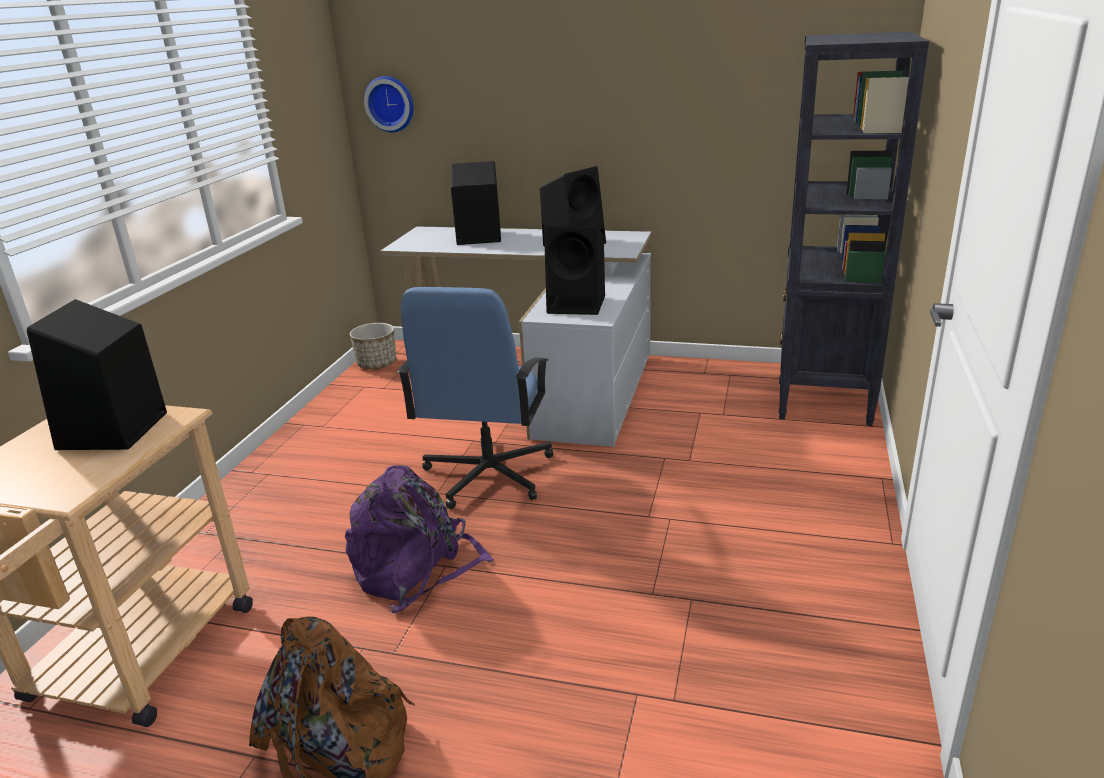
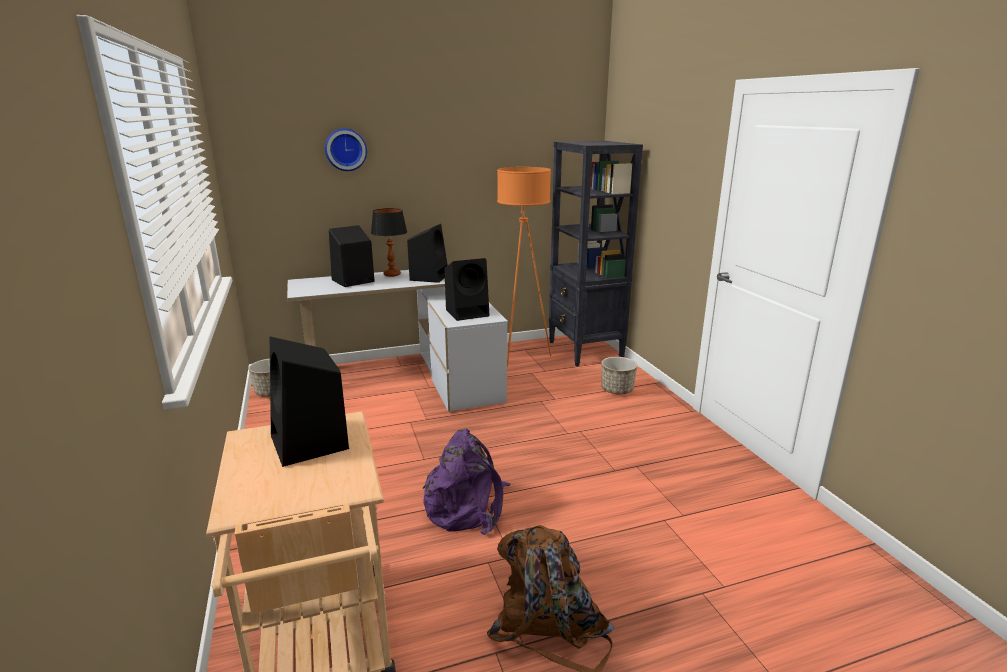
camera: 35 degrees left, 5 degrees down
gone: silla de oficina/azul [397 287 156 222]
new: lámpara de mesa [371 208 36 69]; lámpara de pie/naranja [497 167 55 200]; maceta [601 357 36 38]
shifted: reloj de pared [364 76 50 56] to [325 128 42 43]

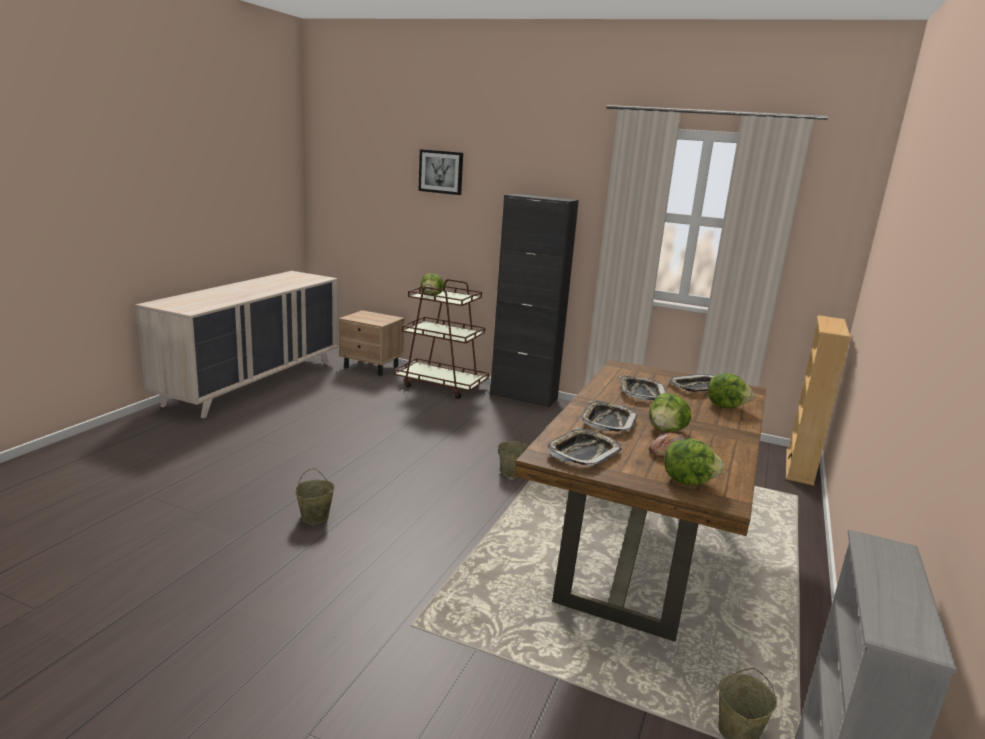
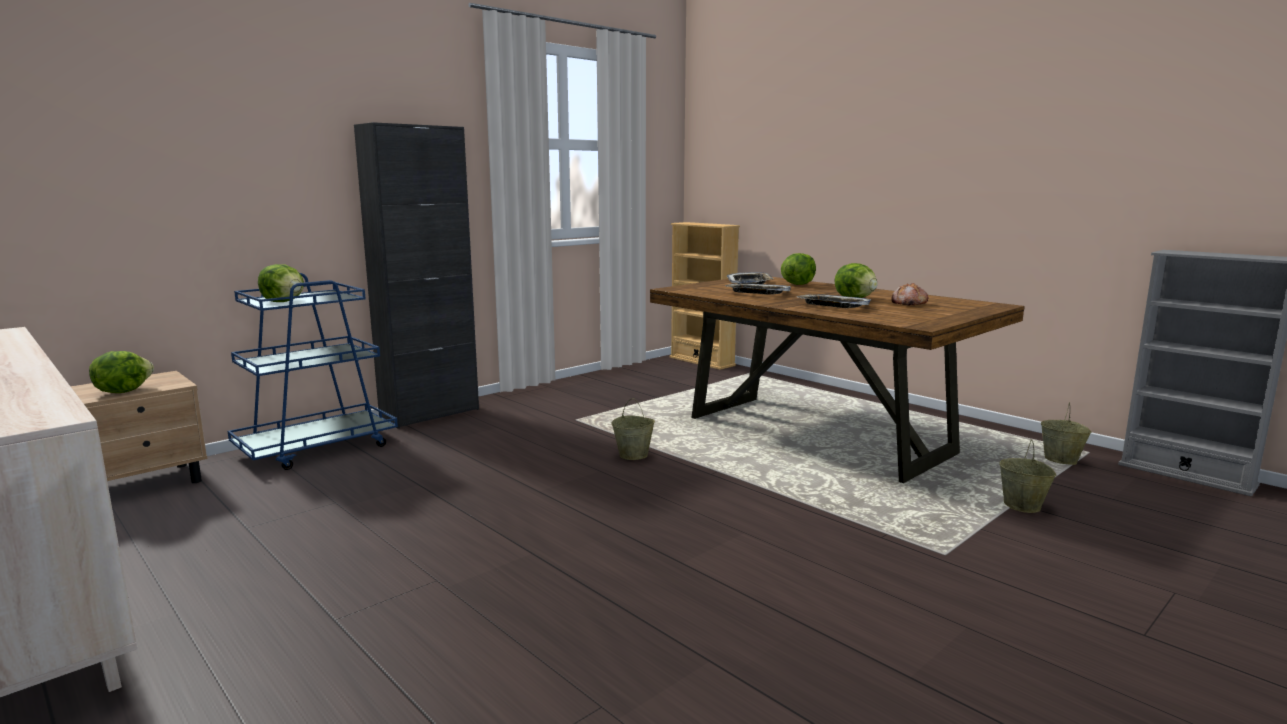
camera: 65 degrees left, 5 degrees down
gone: cuadro [418 149 45 46]; bandeja [547 428 74 38]
shifted: lechuga [664 438 60 47] to [89 351 65 42]; cubo/beis [295 468 40 56] to [999 439 58 74]
repainted: carrito/marrón [394 279 95 120] to carrito/azul [227 273 171 197]

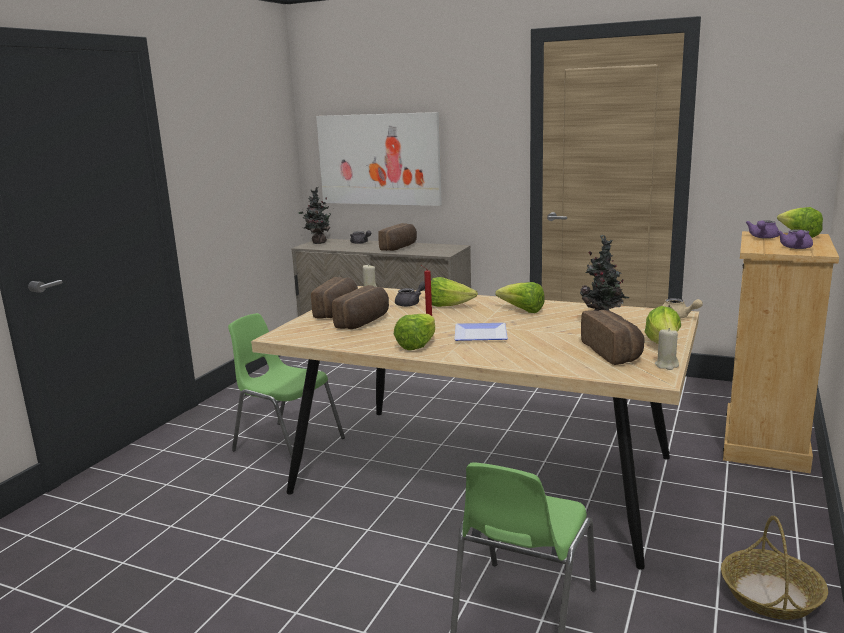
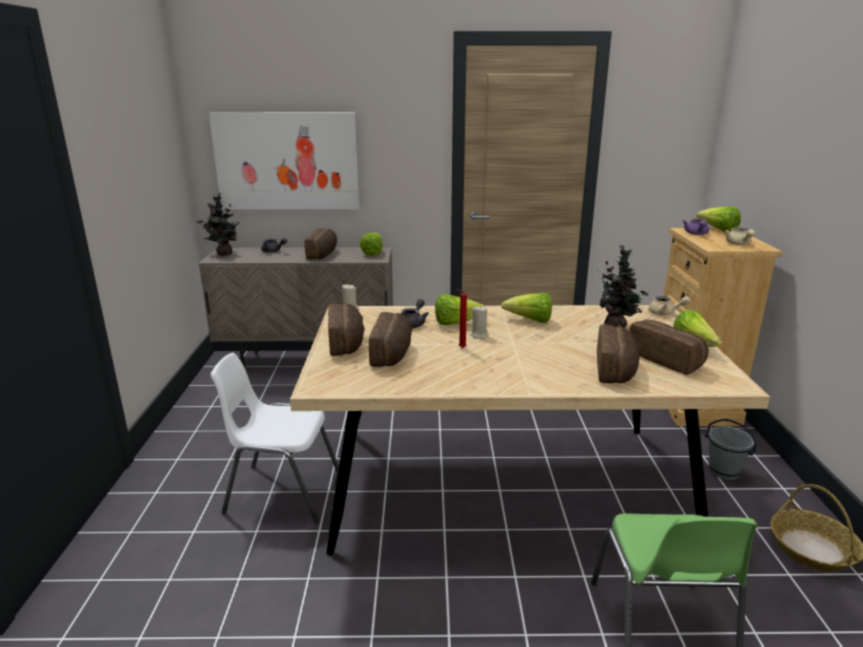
camera: 25 degrees left, 5 degrees up
gone: plato [454 323 54 18]
new: pan [597 324 42 59]; cubo/gris [705 419 52 61]
shifted: lechuga [394 314 41 36] to [360 232 22 24]; vela/beis [655 328 24 42] to [470 305 19 34]
repainted: silla/verde [228 313 117 144] to silla/blanco [211 353 128 170]; tetera/morado [777 229 36 20] to tetera/beis [725 228 30 17]

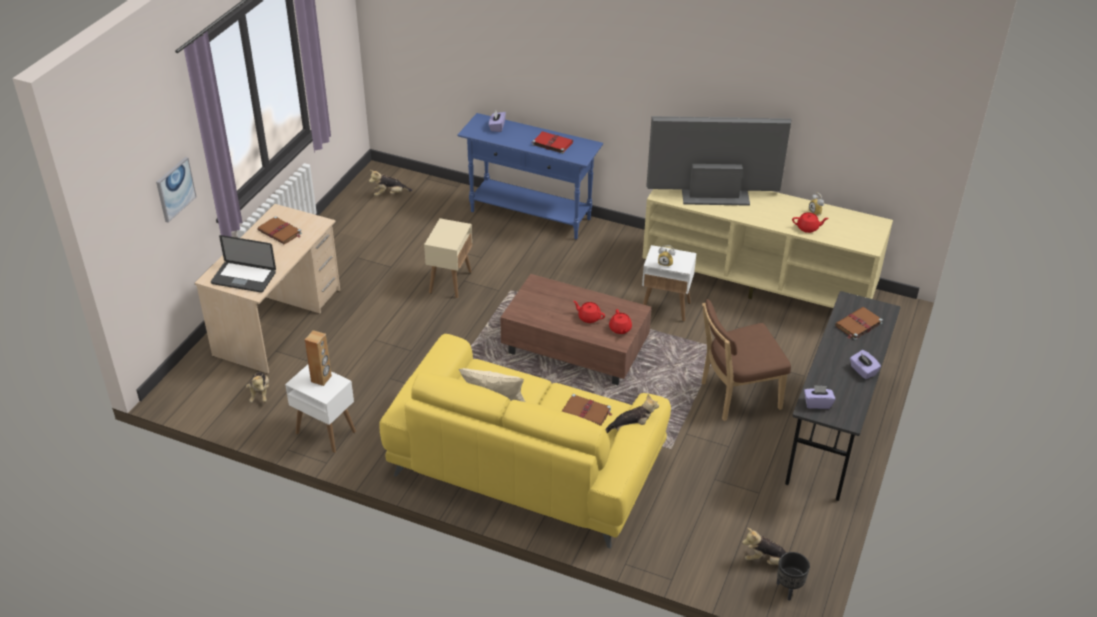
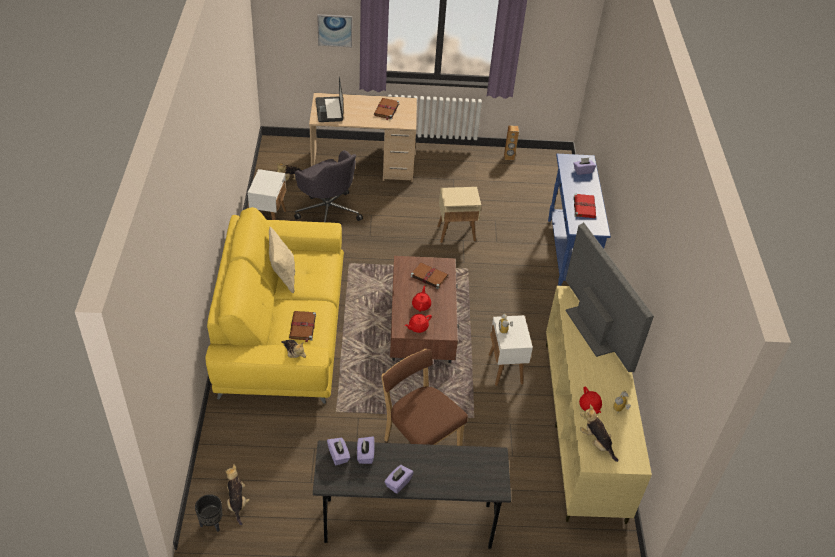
camera: 65 degrees right, 5 degrees up
new: silla de oficina/gris [294 150 69 72]; caja de pañuelos/morado [357 437 18 27]
shifted: libro/marrón [835 307 48 33] to [410 263 38 26]; altavoz/marrón [305 330 27 56] to [504 125 15 35]; peluche [369 170 43 26] to [580 405 38 57]

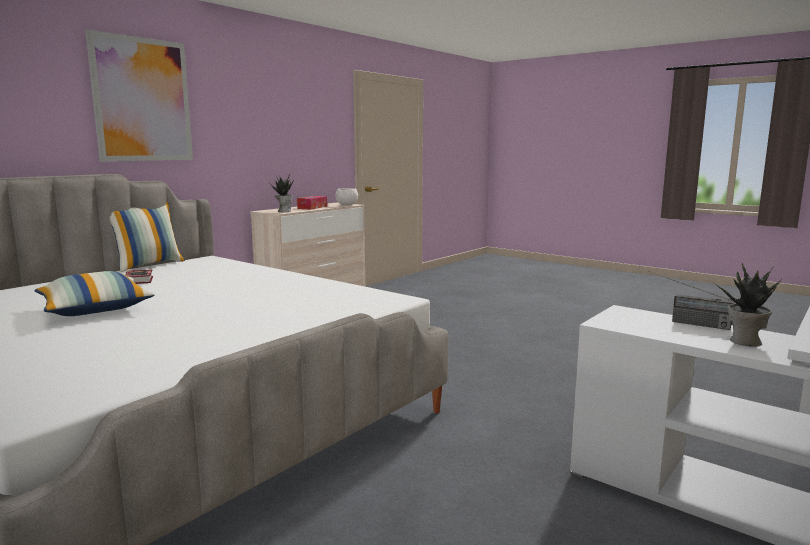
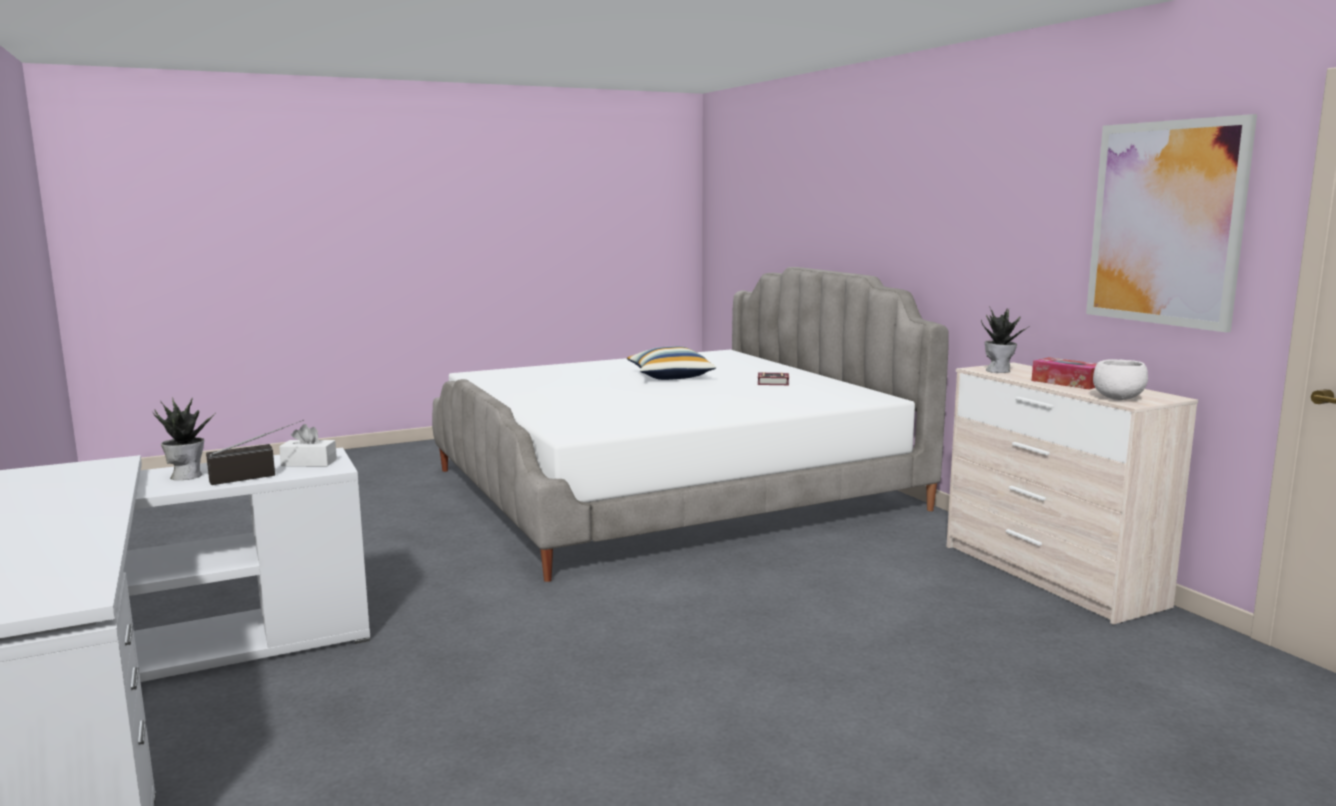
camera: 115 degrees right, 0 degrees up
gone: cojín [110 202 75 70]
new: caja de pañuelos/blanco [279 424 58 42]
shifted: cuadro [85 30 108 132] to [1086 114 171 219]

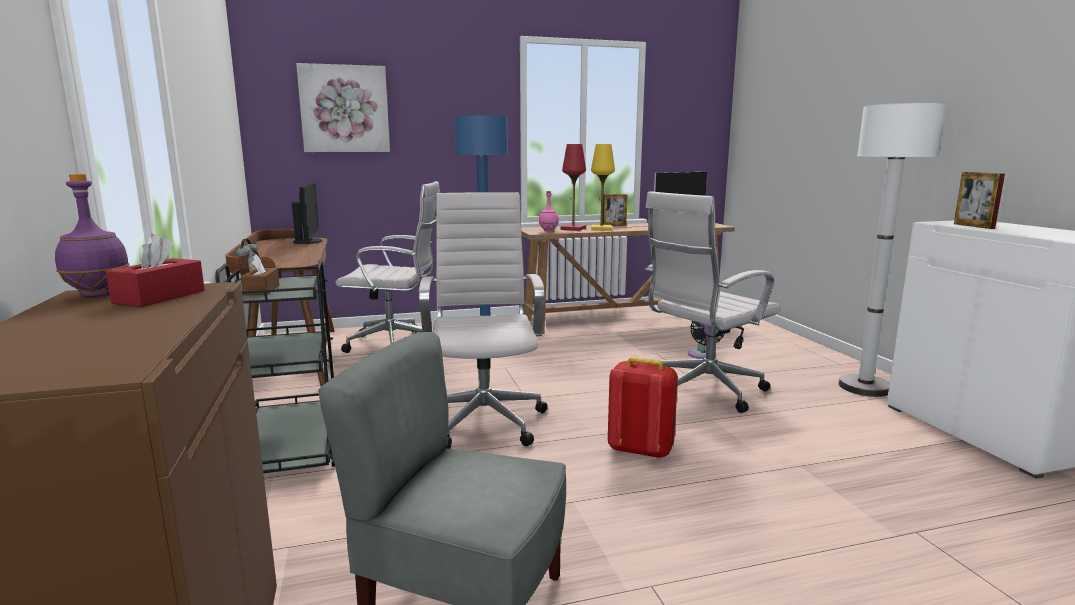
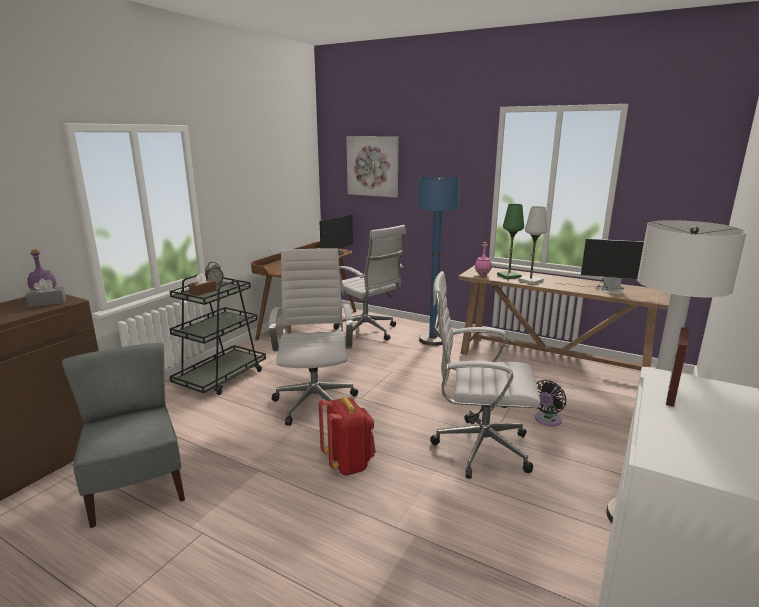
camera: 45 degrees right, 5 degrees up
gone: portarretratos [603 194 24 32]
repainted: caja de pañuelos/rojo [106 234 99 73] to caja de pañuelos/gris [26 278 40 29]; lámpara de mesa/rojo [560 144 26 87] to lámpara de mesa/verde [497 204 27 75]; lámpara de mesa/amarillo [591 144 24 87] to lámpara de mesa/blanco [518 206 29 79]
rotated: silla de oficina/blanco [419 192 129 257] = [269 248 89 178] 45 degrees counterclockwise

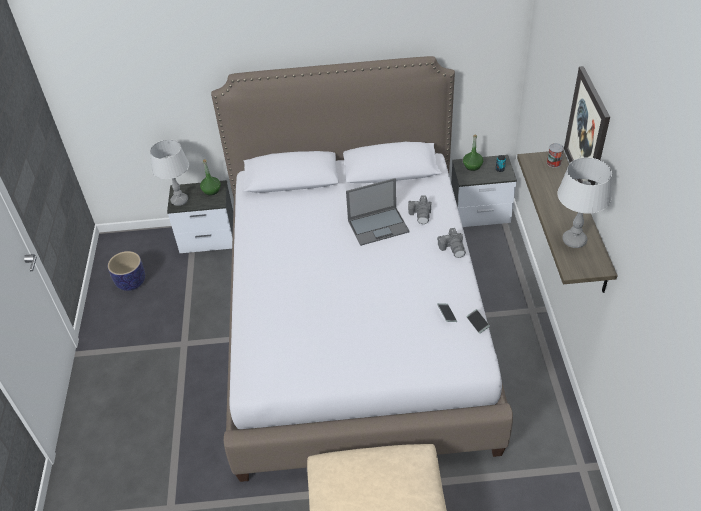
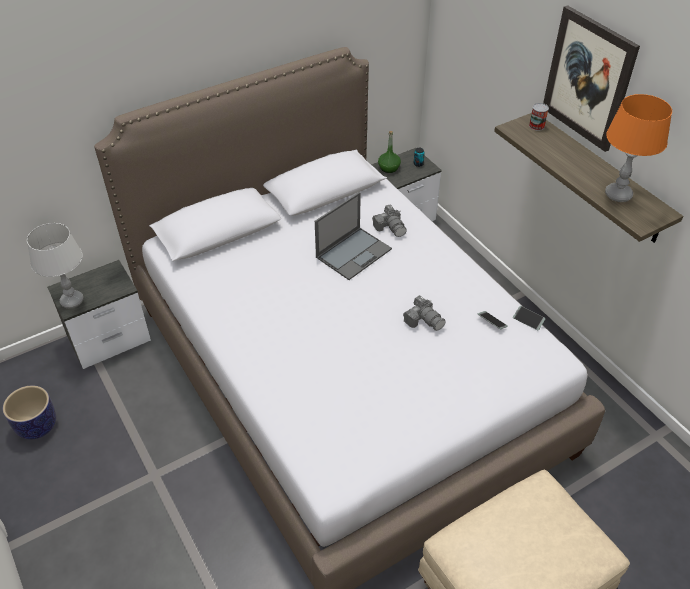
camera: 30 degrees left, 0 degrees up
gone: botella/verde [200 159 21 37]
shifted: cámara [437 228 29 30] to [403 295 43 36]
repainted: lámpara de mesa/gris [557 157 55 91] to lámpara de mesa/naranja [605 94 67 108]

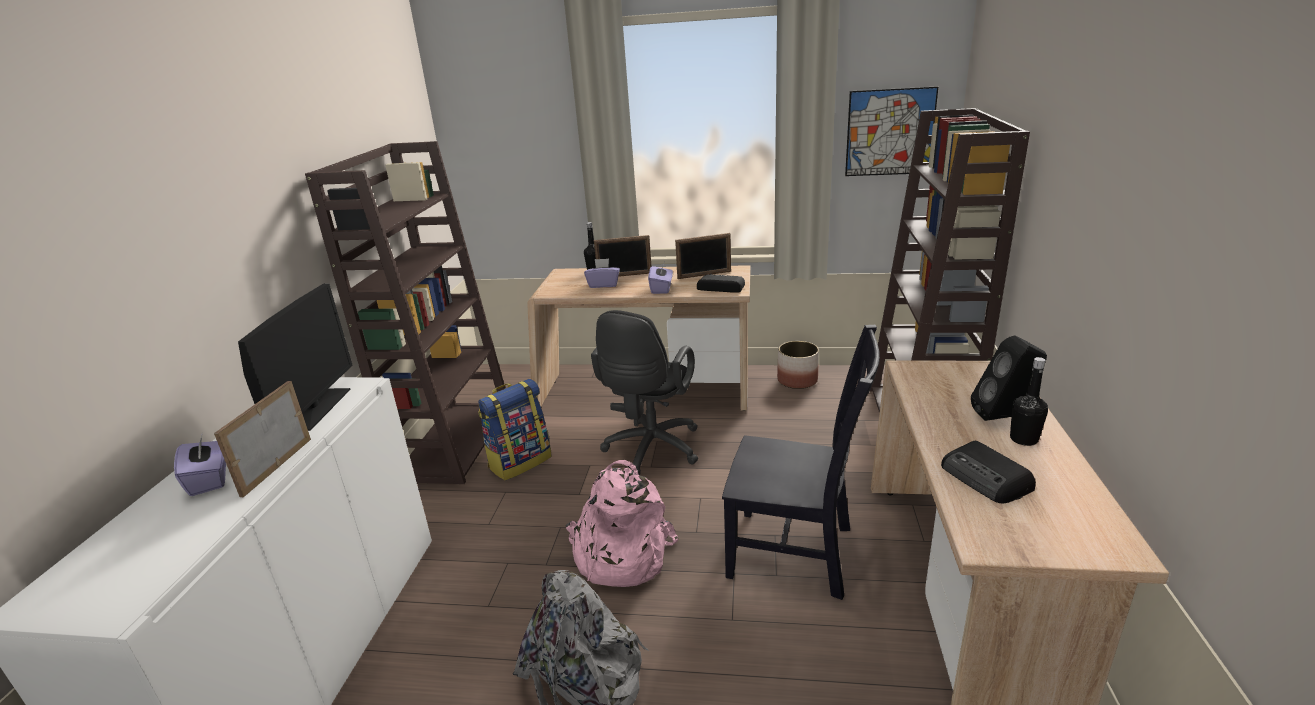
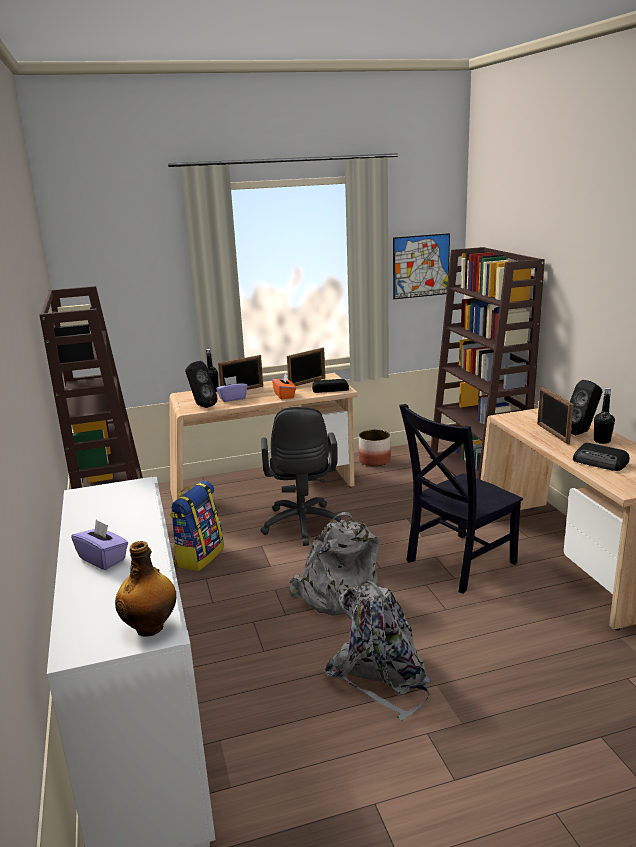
camera: 25 degrees left, 5 degrees down
gone: monitor [238 283 115 148]
new: botella [115 541 61 96]; altavoz/negro [185 361 33 47]
shifted: portarretratos [214 381 97 116] to [537 387 37 57]
repainted: caja de pañuelos/morado [648 264 25 30] to caja de pañuelos/naranja [272 374 24 25]; mochila/rosa [566 460 112 127] to mochila/gris [290 512 89 104]
rotated: silla/negro [722 325 158 275] = [399 404 124 190] 150 degrees clockwise

